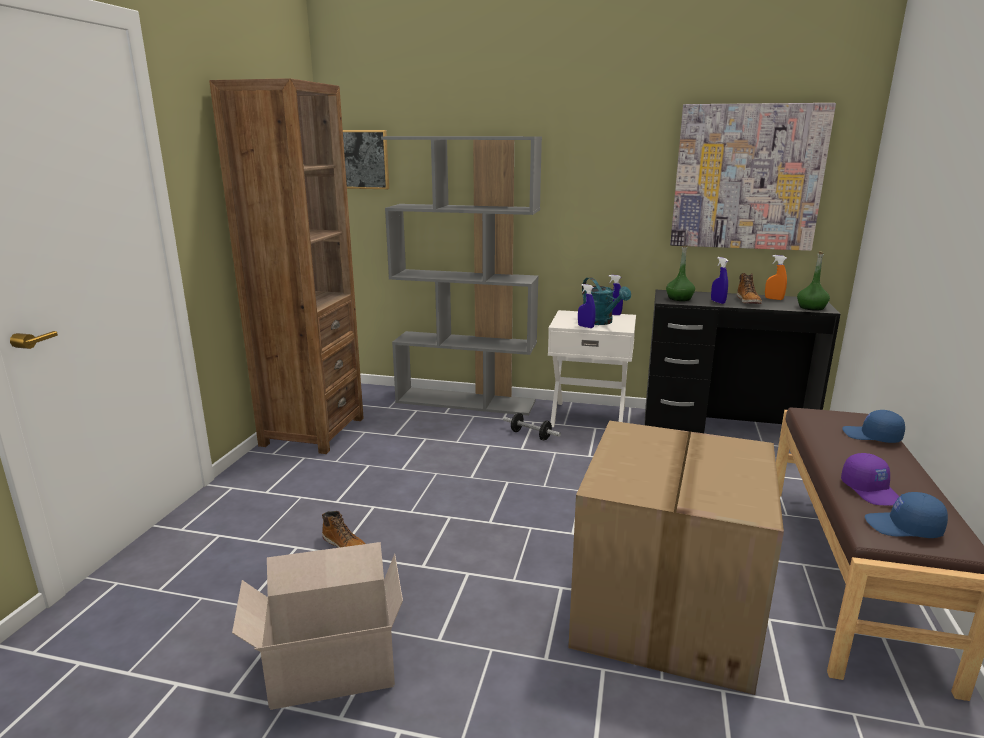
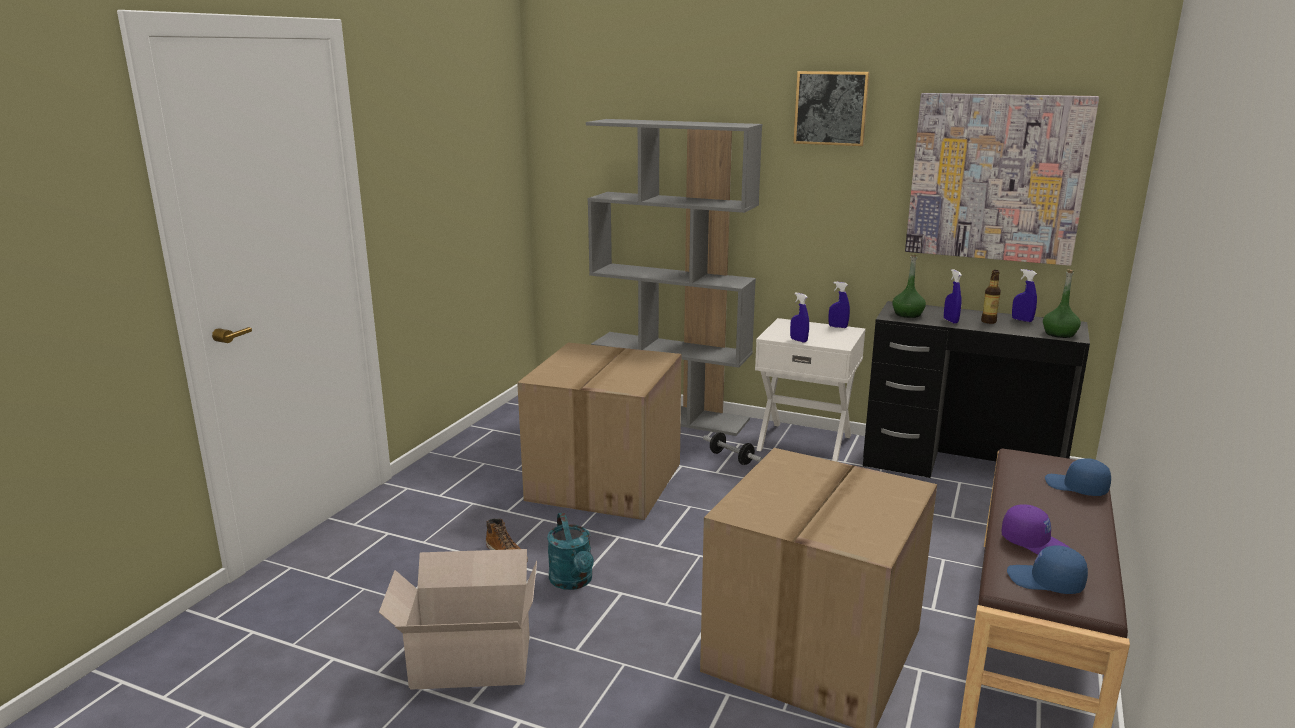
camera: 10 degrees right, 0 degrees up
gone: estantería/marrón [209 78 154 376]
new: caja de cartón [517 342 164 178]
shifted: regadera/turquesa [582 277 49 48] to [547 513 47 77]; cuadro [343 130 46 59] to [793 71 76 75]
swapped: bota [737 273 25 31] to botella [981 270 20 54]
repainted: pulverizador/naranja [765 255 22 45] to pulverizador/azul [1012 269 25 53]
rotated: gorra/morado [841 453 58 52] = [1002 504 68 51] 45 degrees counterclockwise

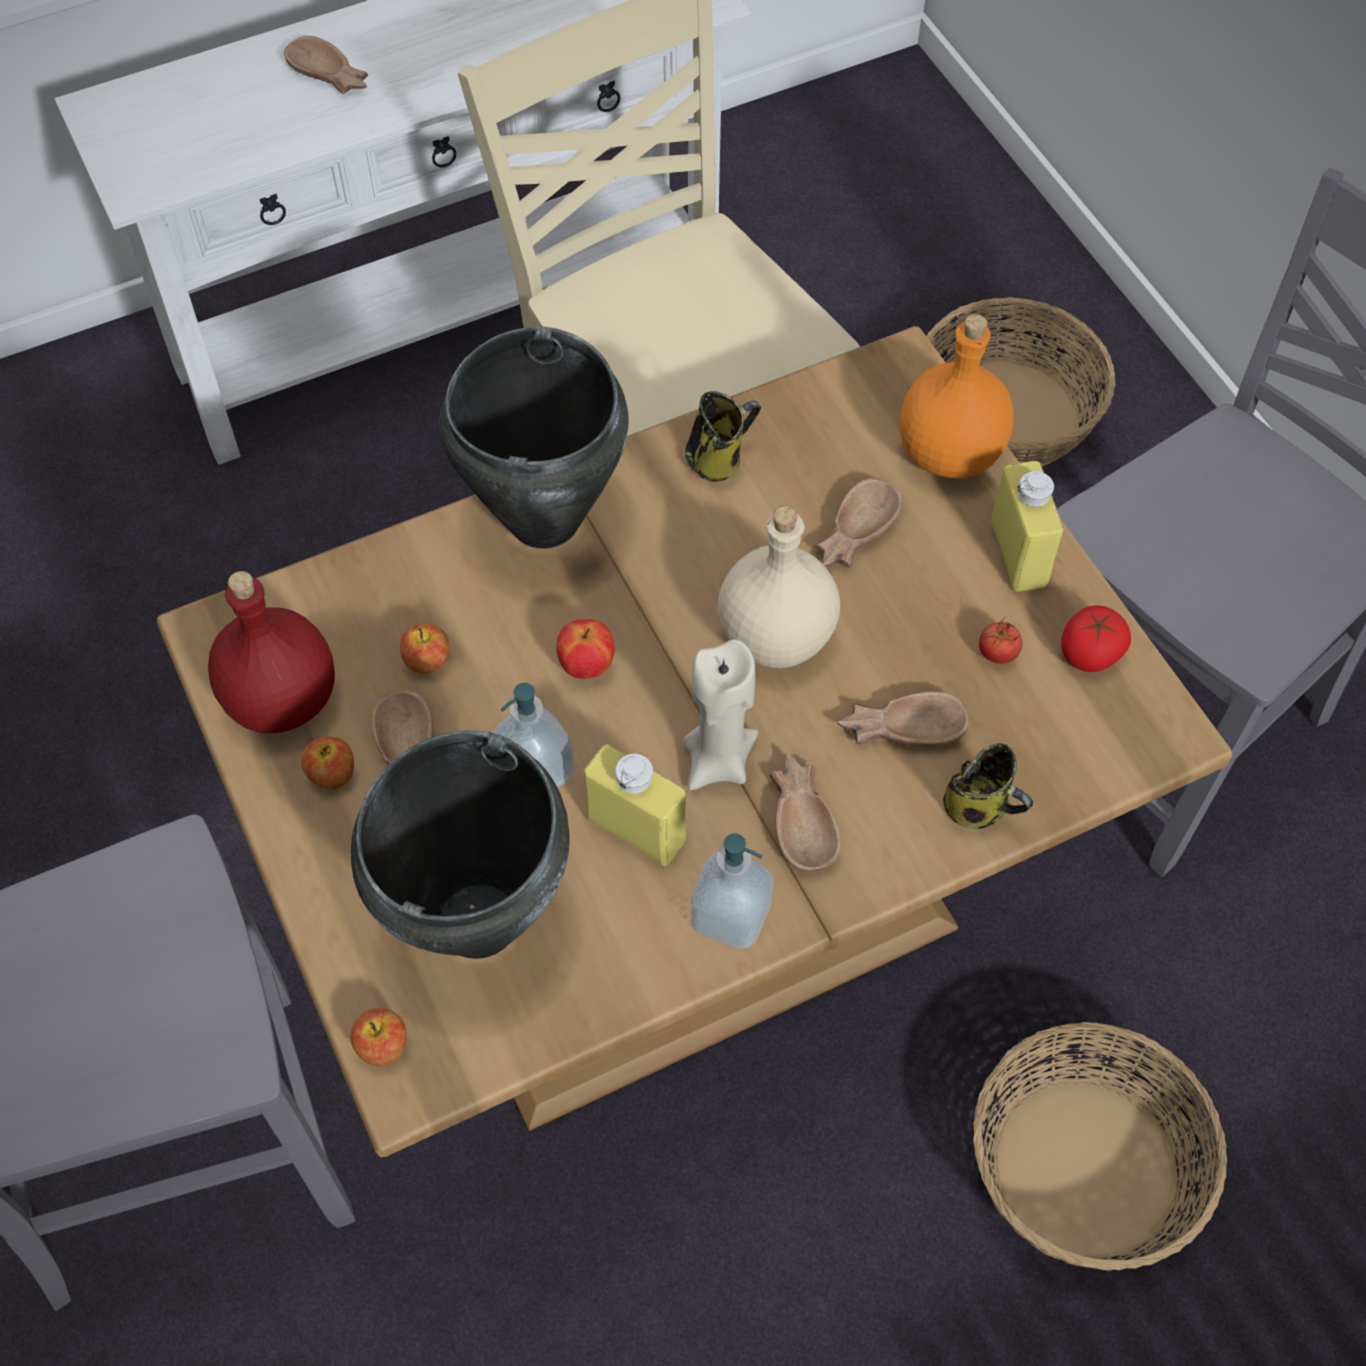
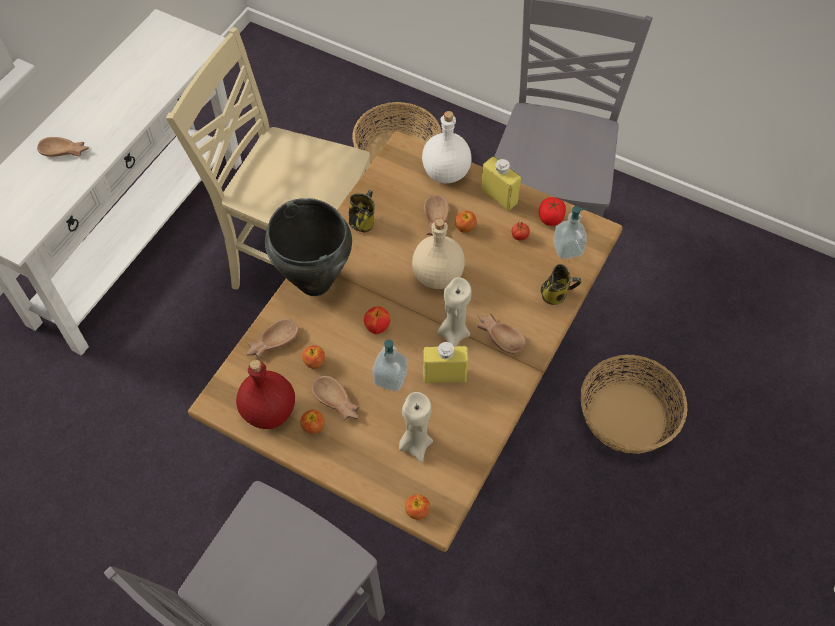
camera: 35 degrees left, 0 degrees up
new: manzana [455 211 22 22]
shifted: cuenco/marrón [837 691 132 56] to [246 318 52 41]; dispensador de jabón [691 833 82 116] to [553 206 34 53]
swapped: olla/negro [351 731 218 228] to vela/beis [399 392 34 70]
repainted: botella/naranja [900 314 114 164] to botella/blanco [422 111 49 72]

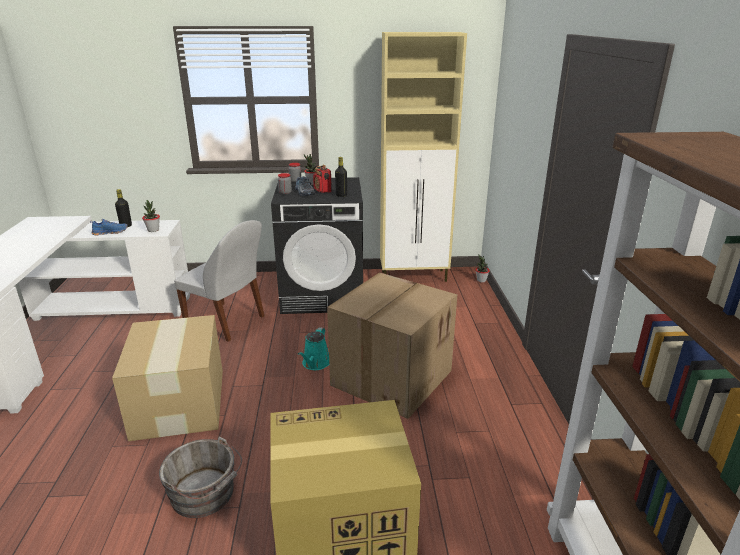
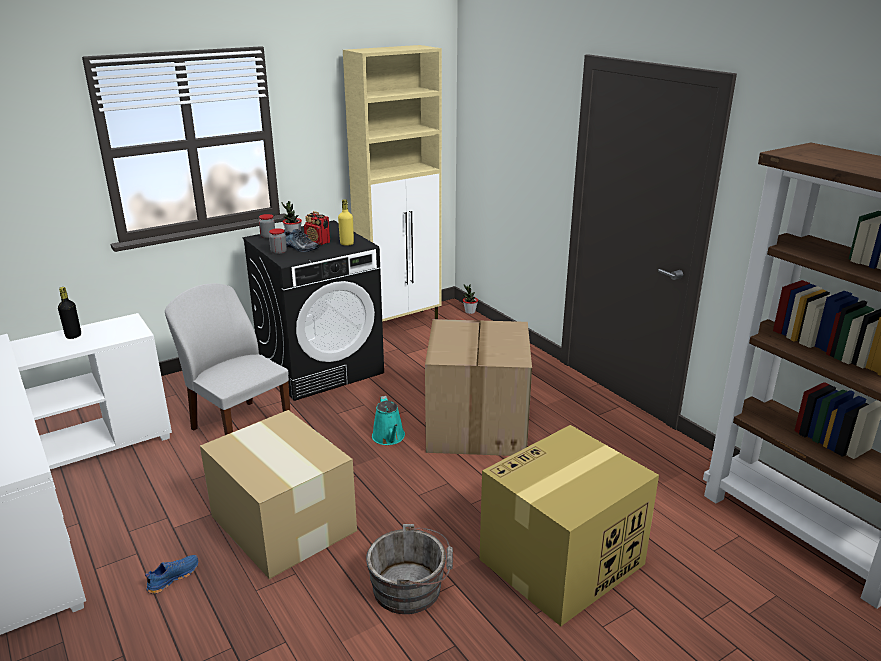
camera: 30 degrees left, 0 degrees up
gone: planta en maceta [142 200 18 32]
shifted: zapato/azul [90 219 38 16] to [145 555 53 39]
repainted: botella/negro [335 157 12 40] to botella/amarillo [338 199 16 47]
rotated: silla/blanco [174 220 91 122] = [165 283 125 152] 135 degrees counterclockwise

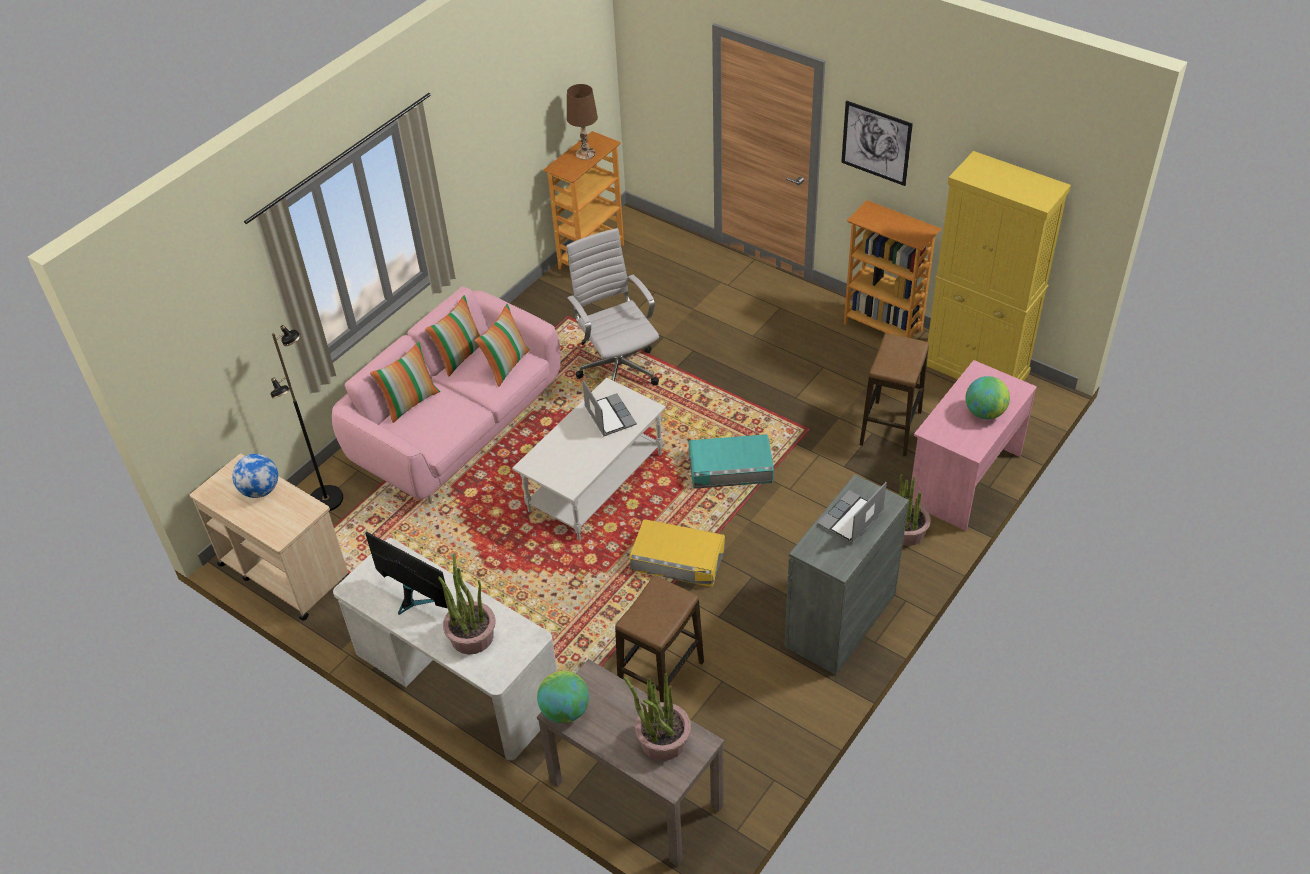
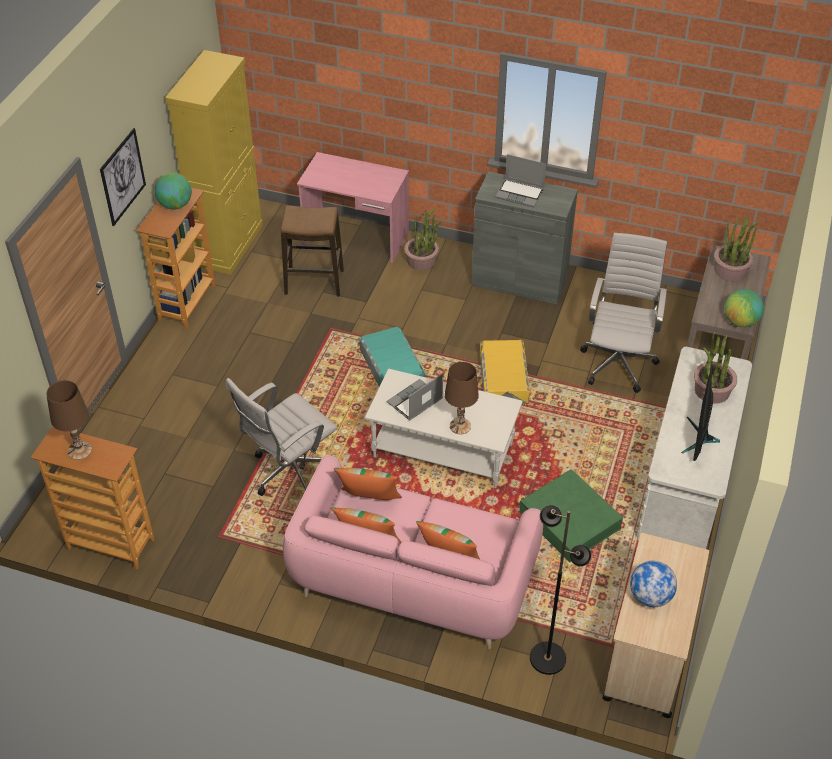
camera: 110 degrees left, 0 degrees up
new: lámpara de mesa/marrón [445 362 34 72]; caja de almacenaje/verde [520 470 103 92]
shifted: globo terráqueo [966 376 44 43] to [155 173 37 37]
swapped: taburete [615 575 89 127] to silla de oficina/blanco [580 233 87 160]

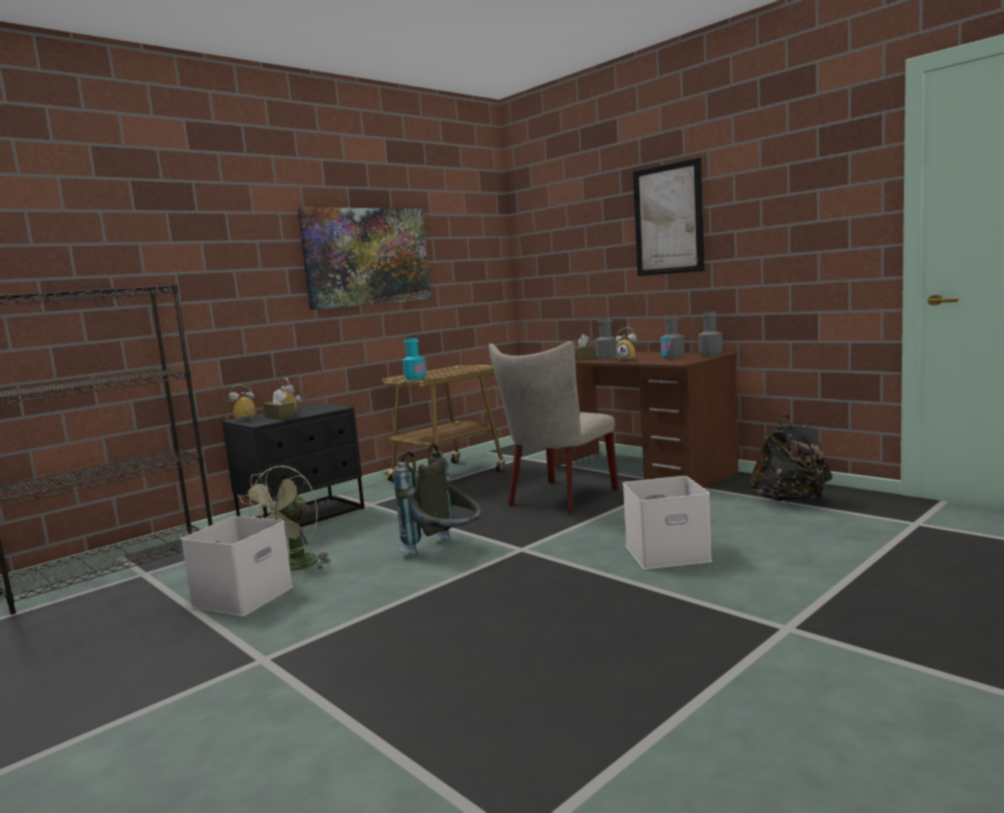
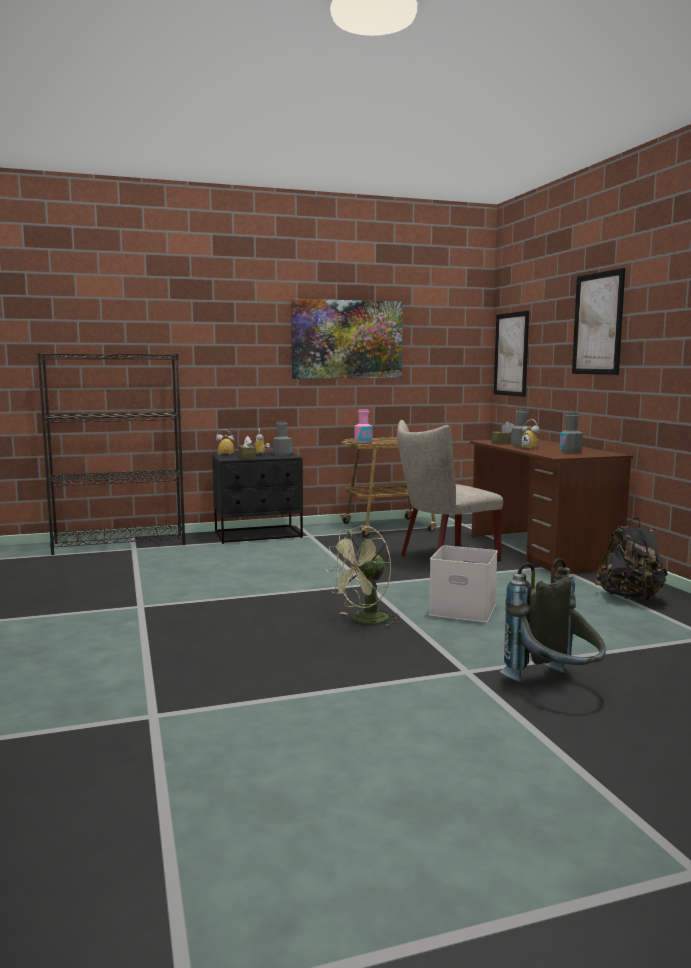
camera: 25 degrees right, 0 degrees up
gone: caja de almacenaje/blanco [181 516 112 100]
new: cuadro [494 311 35 86]
shifted: botella/gris [698 312 25 44] to [273 421 18 35]; ventilador/verde [240 465 91 106] to [326 526 74 102]; mochila/gris [394 444 87 110] to [500 558 106 124]
repainted: botella/turquesa [402 338 24 42] to botella/rosa [354 409 19 34]

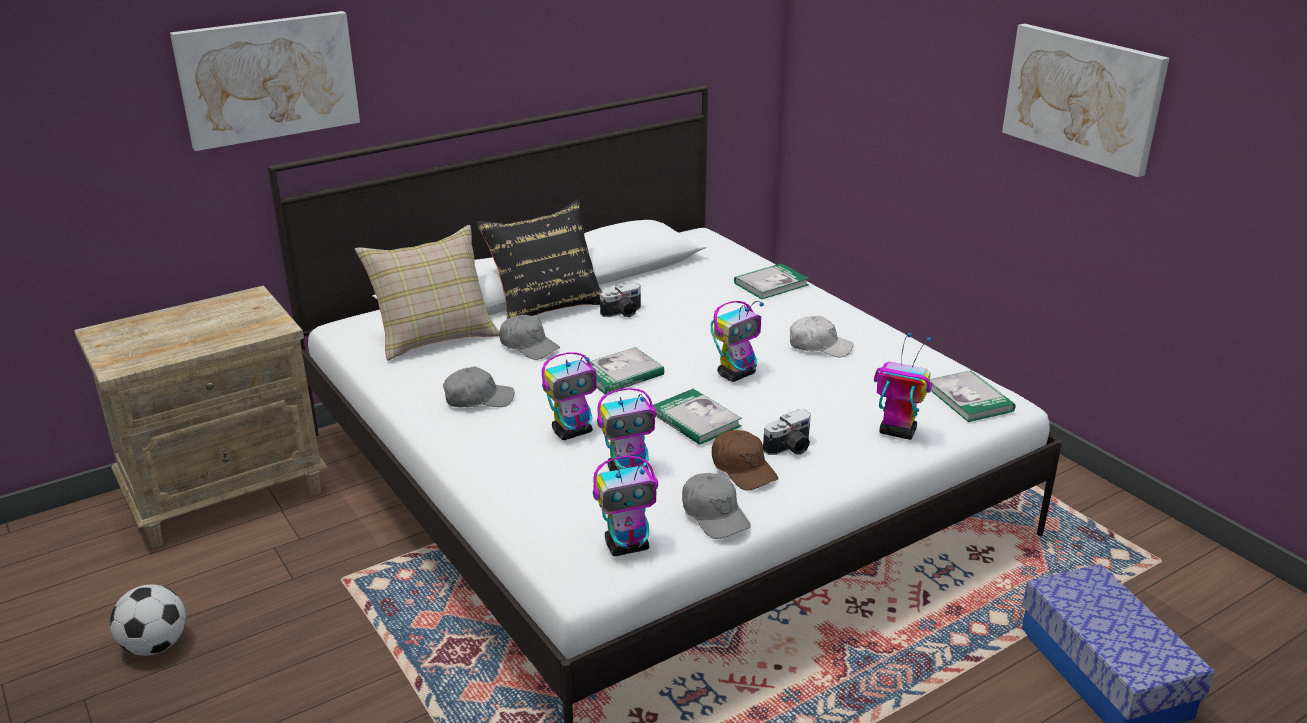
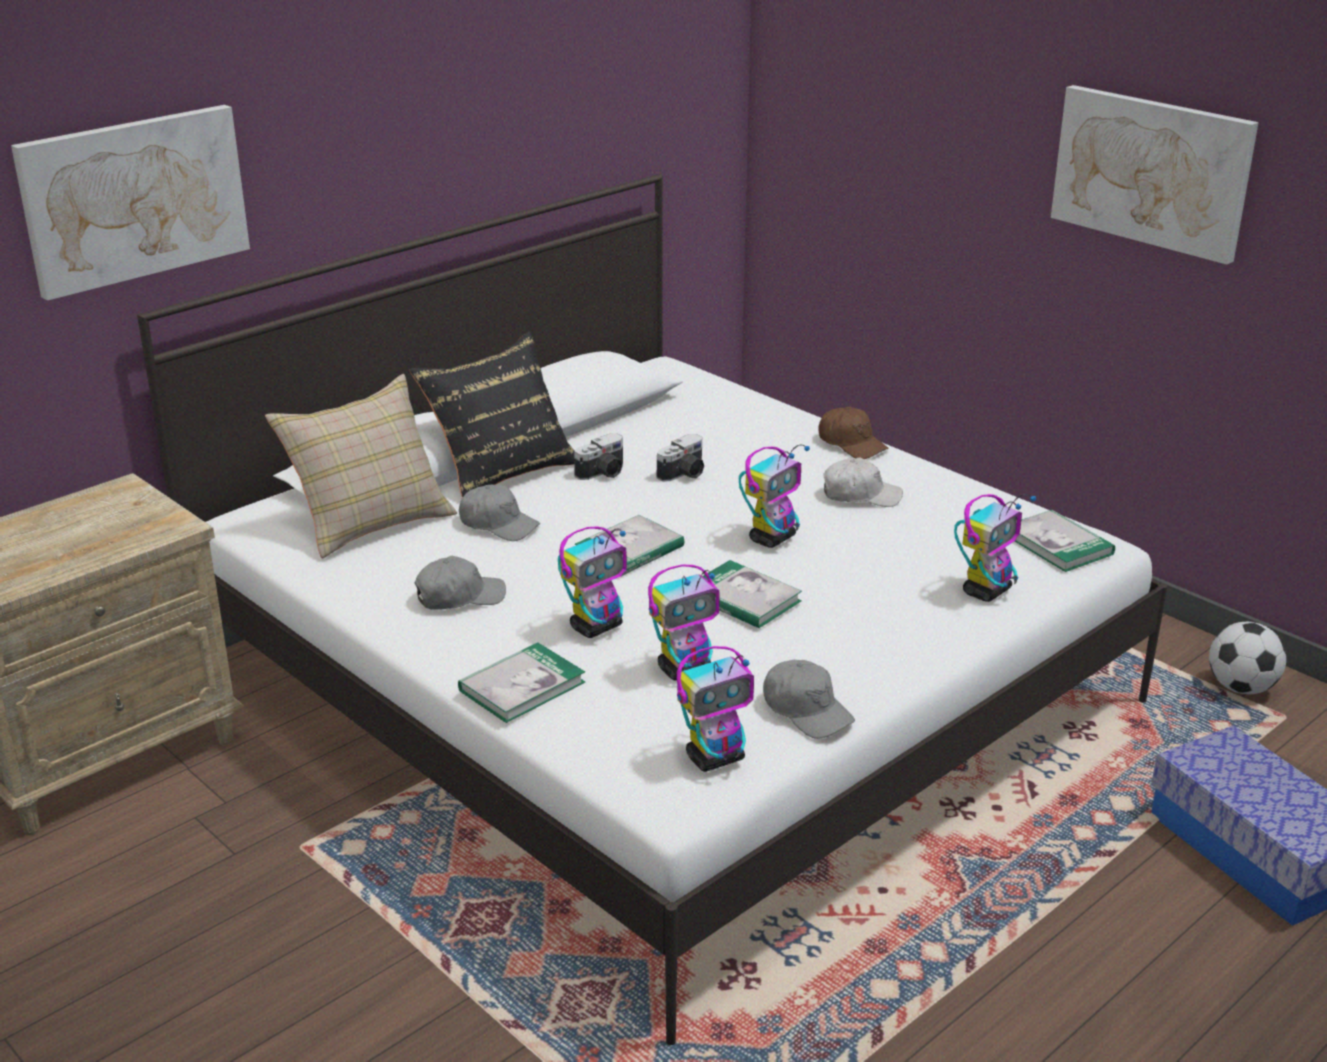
camera: 10 degrees left, 0 degrees up
shifted: libro [734 263 75 36] to [458 642 127 81]; cámara [763 410 48 45] to [657 434 47 48]; gorra/marrón [712 430 66 60] to [818 407 71 52]; balón de fútbol [110 585 76 71] to [1209 622 77 72]
rotated: robot de juguete [874 333 58 107] = [954 494 82 108] 120 degrees clockwise

